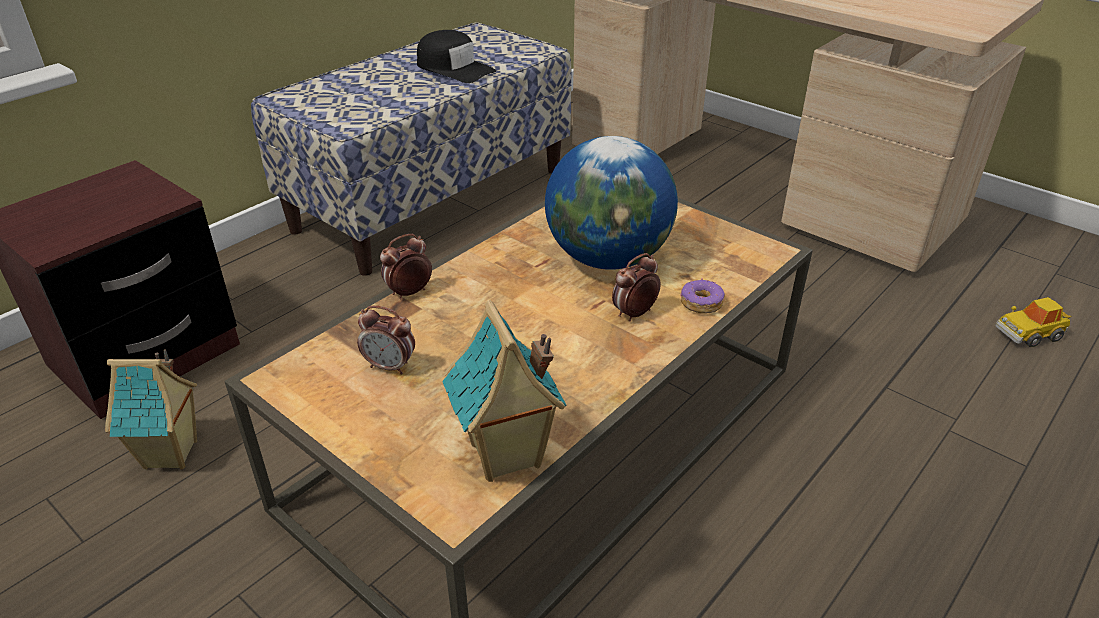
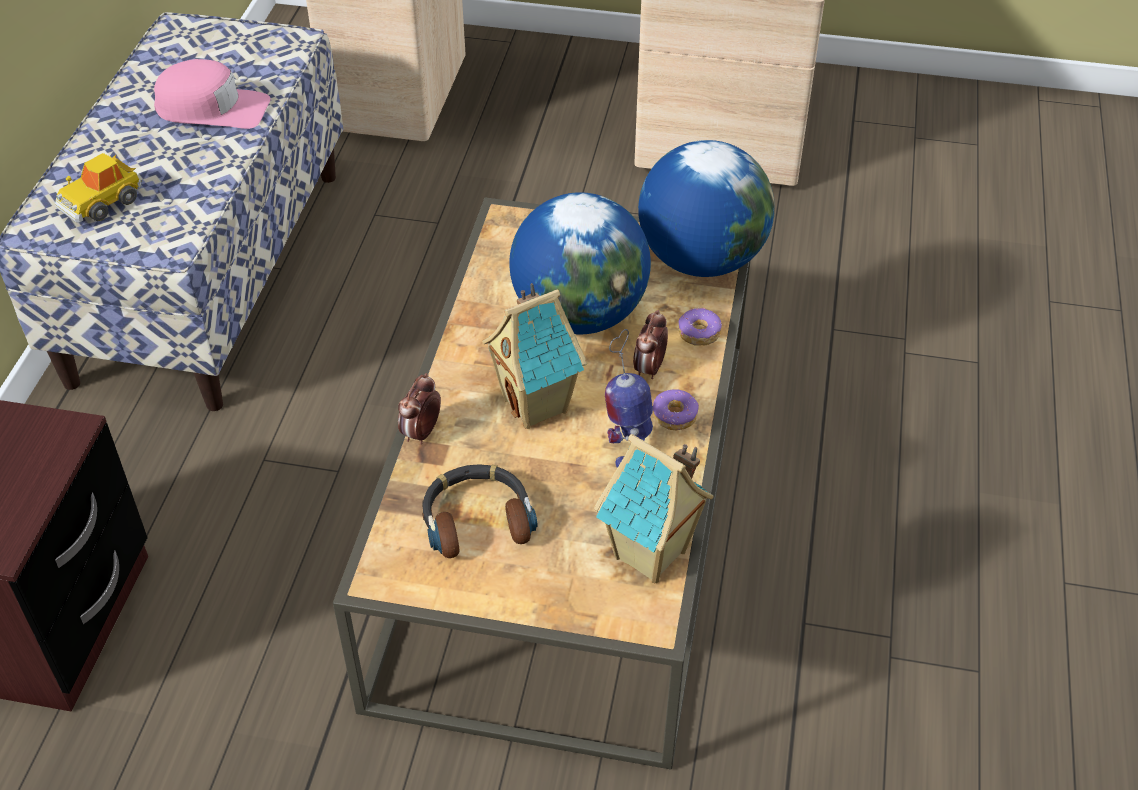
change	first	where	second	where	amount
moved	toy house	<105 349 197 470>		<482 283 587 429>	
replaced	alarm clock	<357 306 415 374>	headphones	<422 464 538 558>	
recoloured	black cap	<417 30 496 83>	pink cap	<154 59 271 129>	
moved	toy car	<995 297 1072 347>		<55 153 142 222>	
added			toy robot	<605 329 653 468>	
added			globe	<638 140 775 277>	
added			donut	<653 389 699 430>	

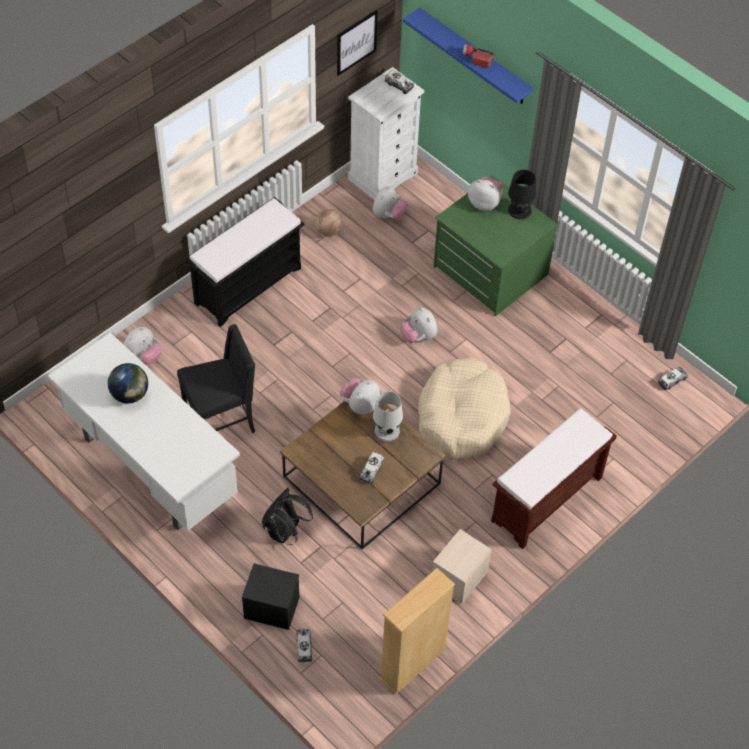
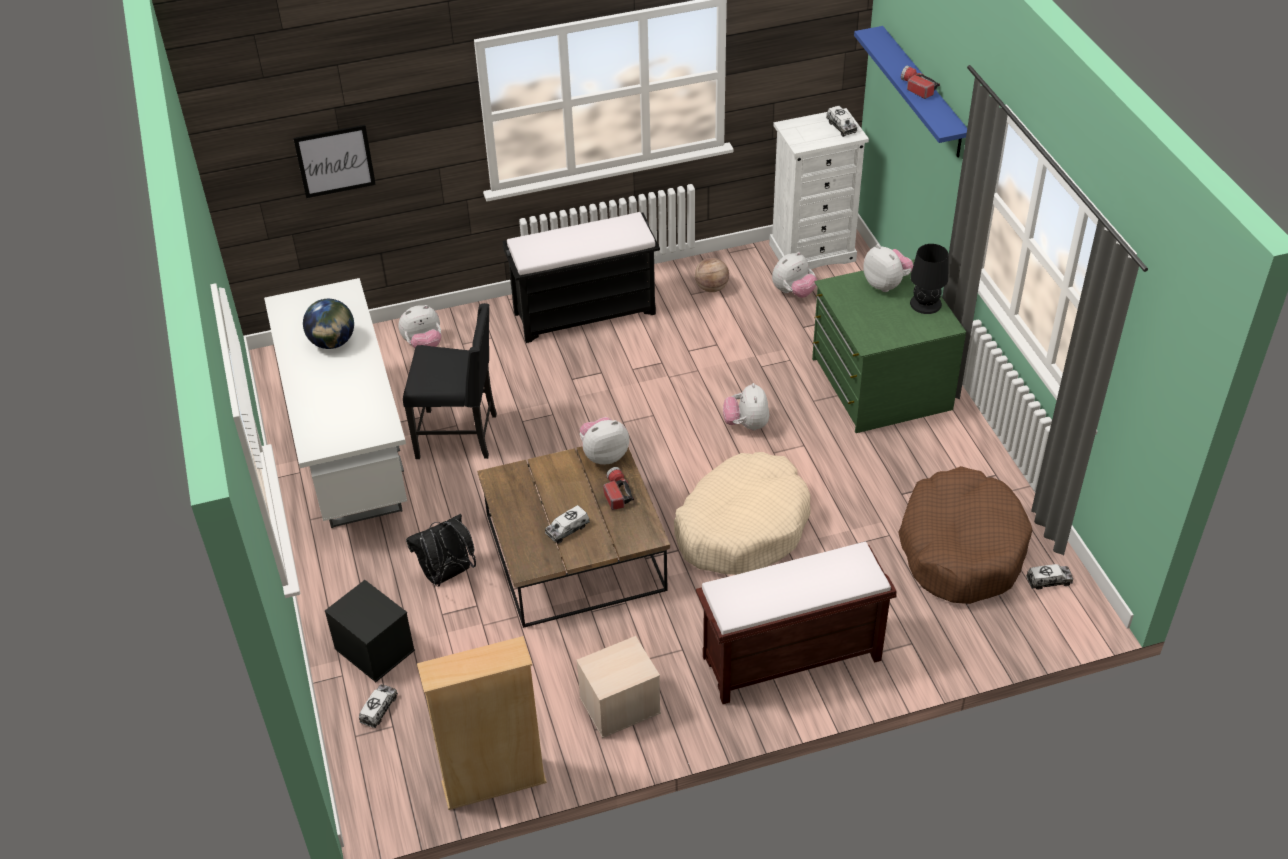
change	first	where	second	where	amount
moved	picture	<337 10 378 76>		<293 125 376 198>	
replaced	white table lamp	<373 392 403 441>	flashlight	<603 467 634 510>	
added			brown dog bed	<898 466 1032 604>	

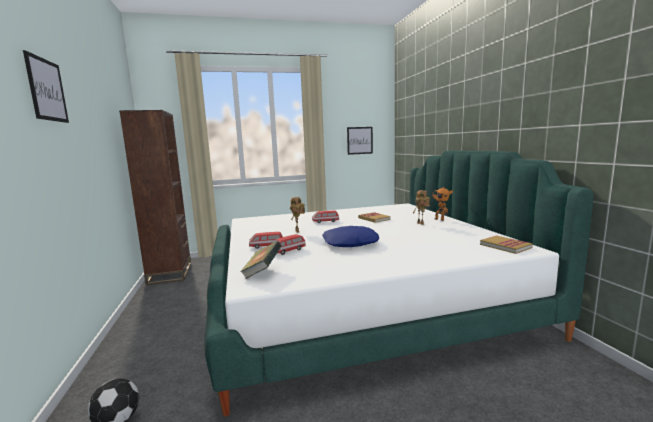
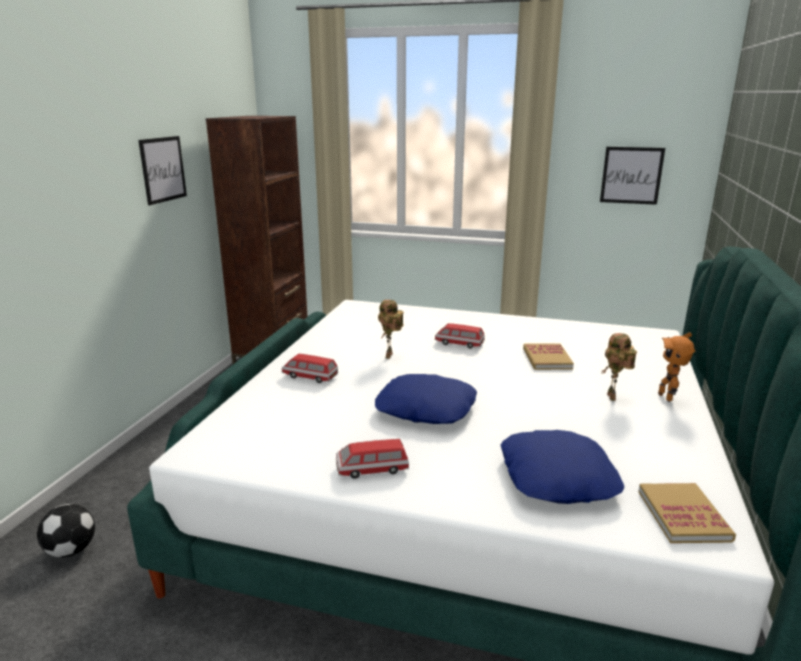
change	first	where	second	where	amount
moved	picture	<23 50 69 123>		<138 136 187 205>	
removed	book	<240 241 282 279>			
moved	toy car	<270 234 306 255>		<336 439 409 479>	
added			blue pillow	<501 430 624 504>	

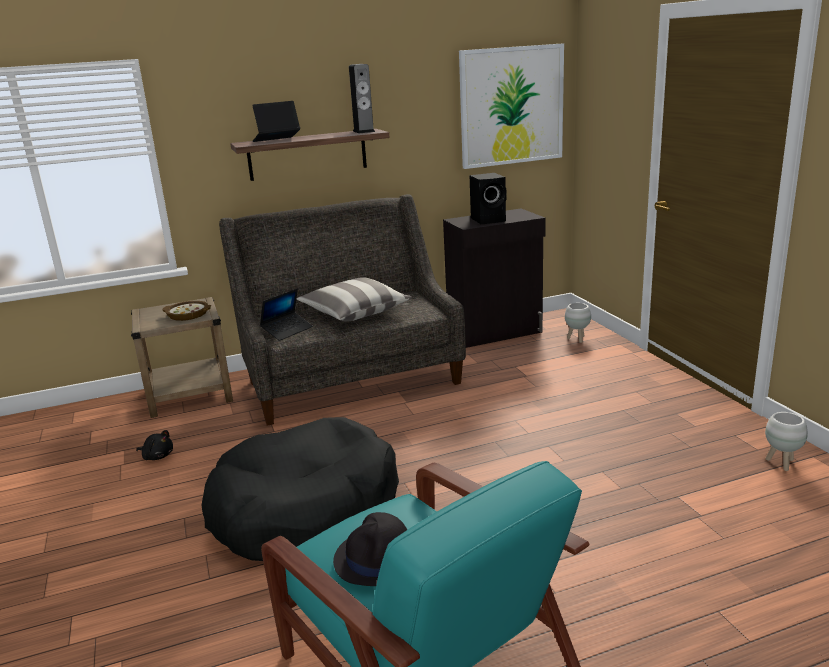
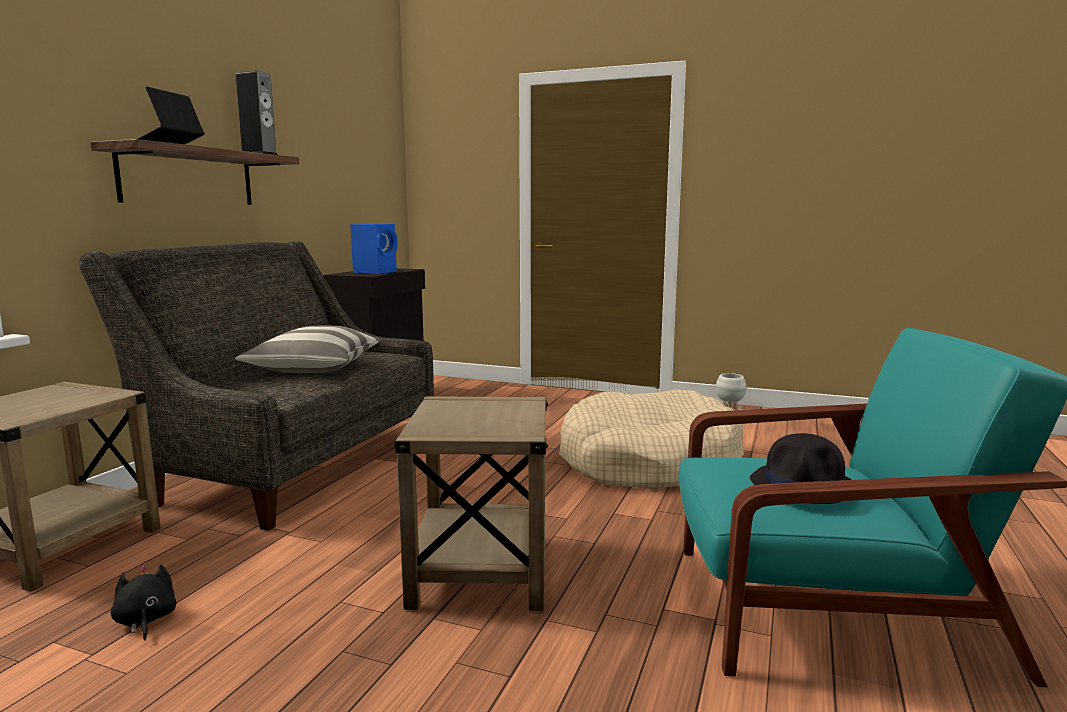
change	first	where	second	where	amount
turned	black plush toy	<136 430 173 460>		<111 564 177 641>	90 degrees counterclockwise
removed	bowl	<162 301 211 321>			
replaced	black dog bed	<201 417 399 561>	beige side table	<394 396 548 611>	
removed	laptop	<260 289 313 341>			
removed	picture	<459 43 564 169>			
recoloured	black speaker	<470 173 507 224>	blue speaker	<350 224 398 274>	
removed	white planter	<565 303 591 343>			
added			beige dog bed	<559 389 743 490>	

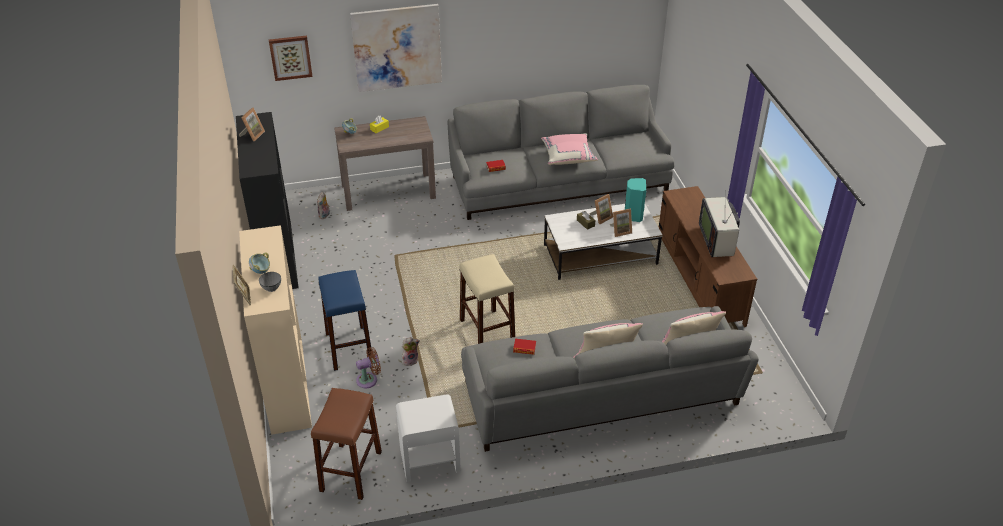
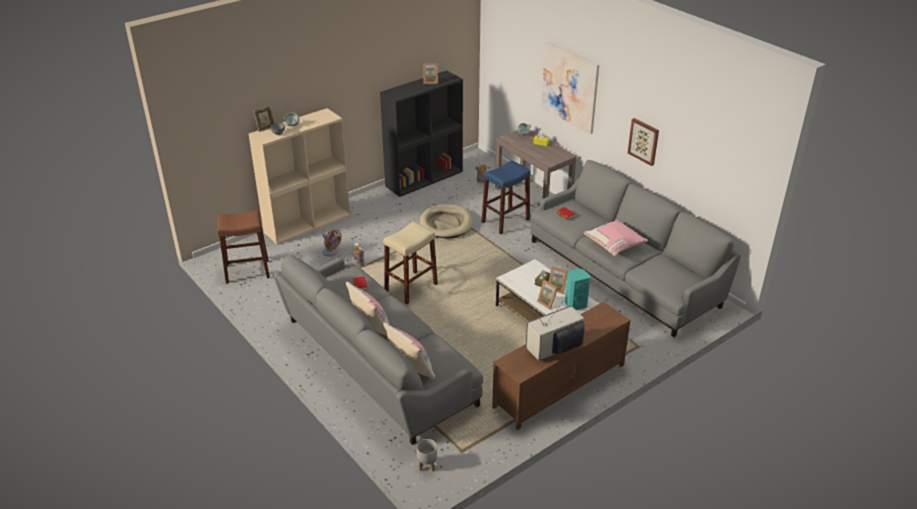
change	first	where	second	where	amount
moved	picture	<269 35 313 81>		<628 118 659 166>	
moved	blue stool	<318 270 371 371>		<481 160 531 234>	
removed	white nightstand	<396 394 461 482>			
added			grey planter	<417 439 437 472>	
added			beige dog bed	<419 205 473 239>	

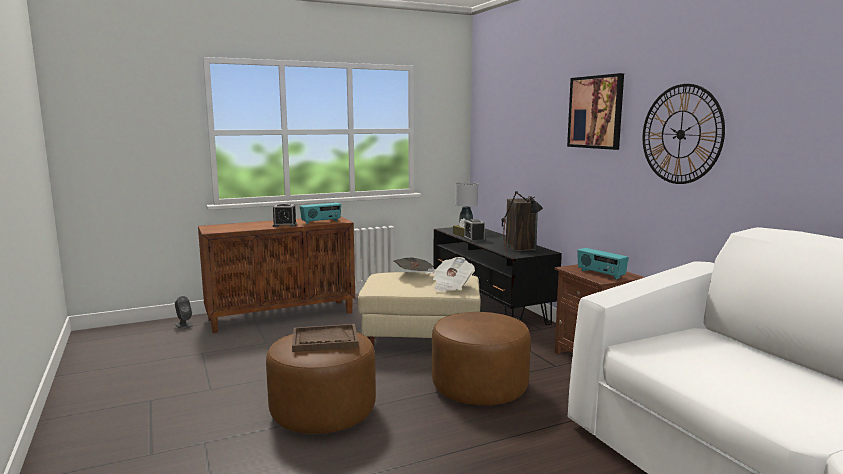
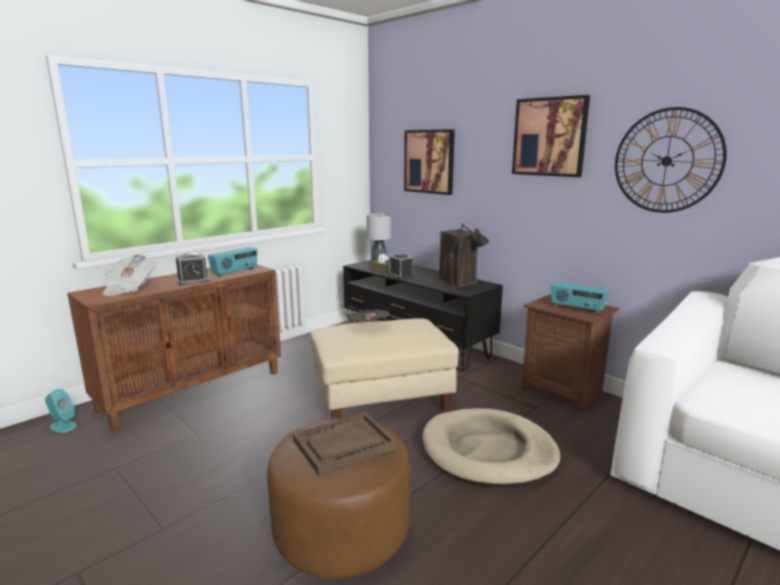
change	first	where	second	where	amount
recoloured	grey speaker	<175 296 193 329>	turquoise speaker	<45 389 77 433>	
moved	newspaper	<432 257 475 292>		<103 254 156 296>	
replaced	brown ottoman	<432 312 531 405>	beige dog bed	<422 408 561 487>	
added			picture	<404 129 455 195>	

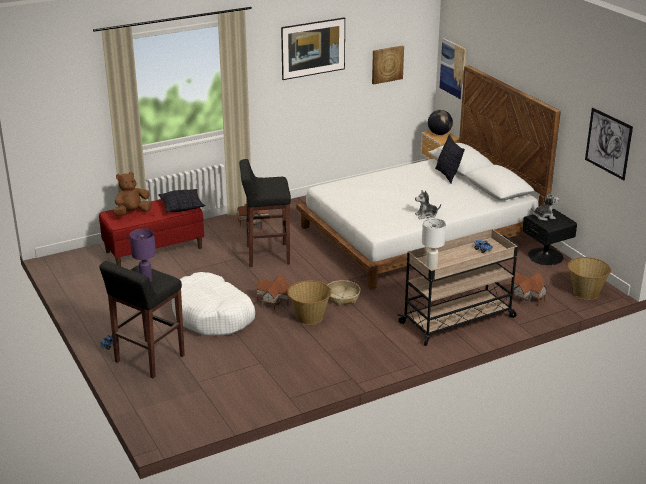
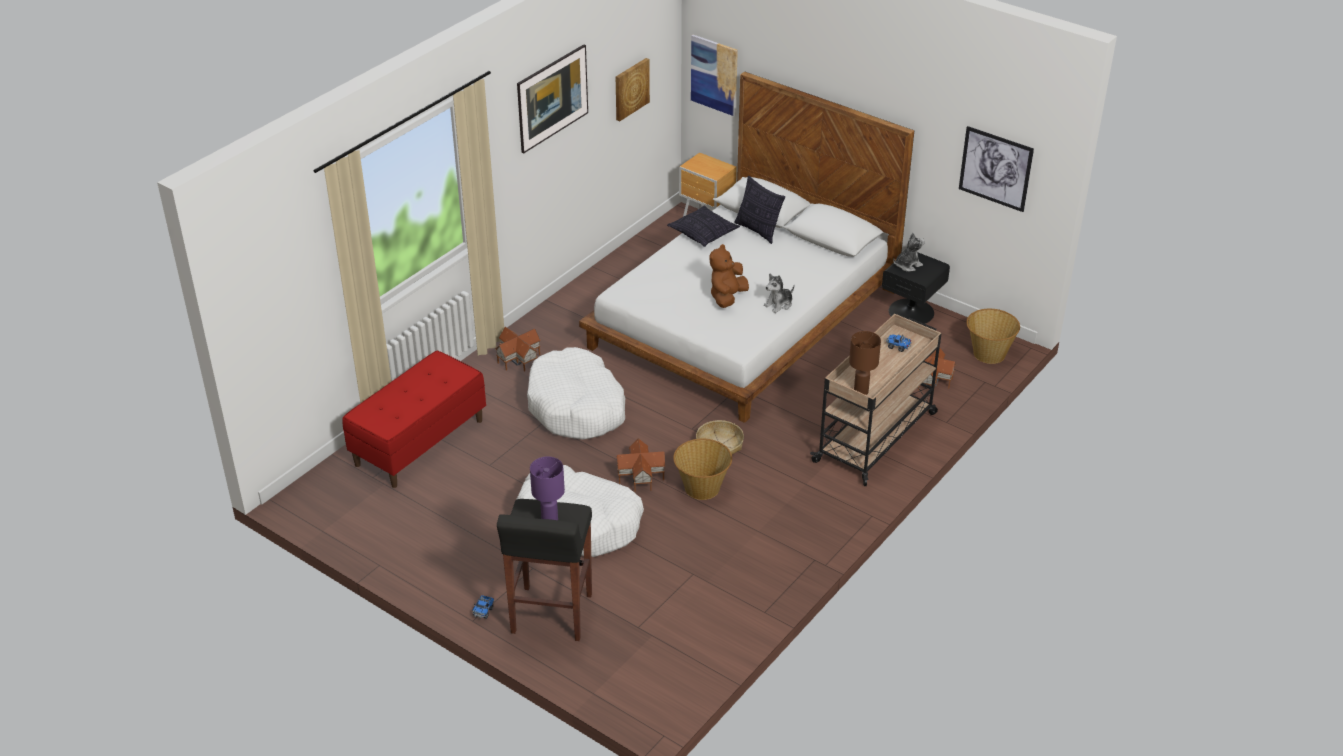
change	first	where	second	where	amount
moved	brown plush toy	<114 172 152 216>		<709 244 749 308>	
moved	pillow	<158 189 205 212>		<667 206 740 247>	
replaced	black stool	<239 159 291 267>	white dog bed	<527 347 625 440>	
recoloured	white table lamp	<422 218 446 270>	brown table lamp	<849 331 881 395>	
removed	globe	<428 110 453 135>			

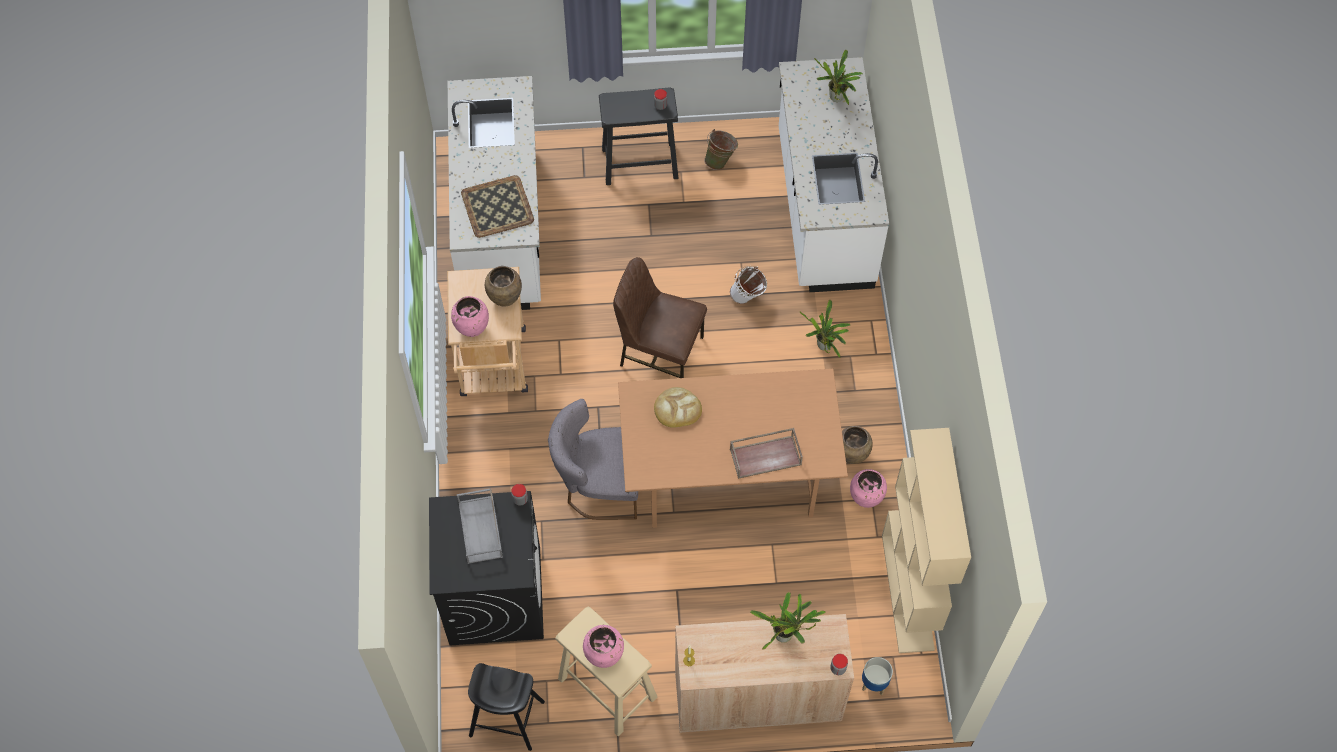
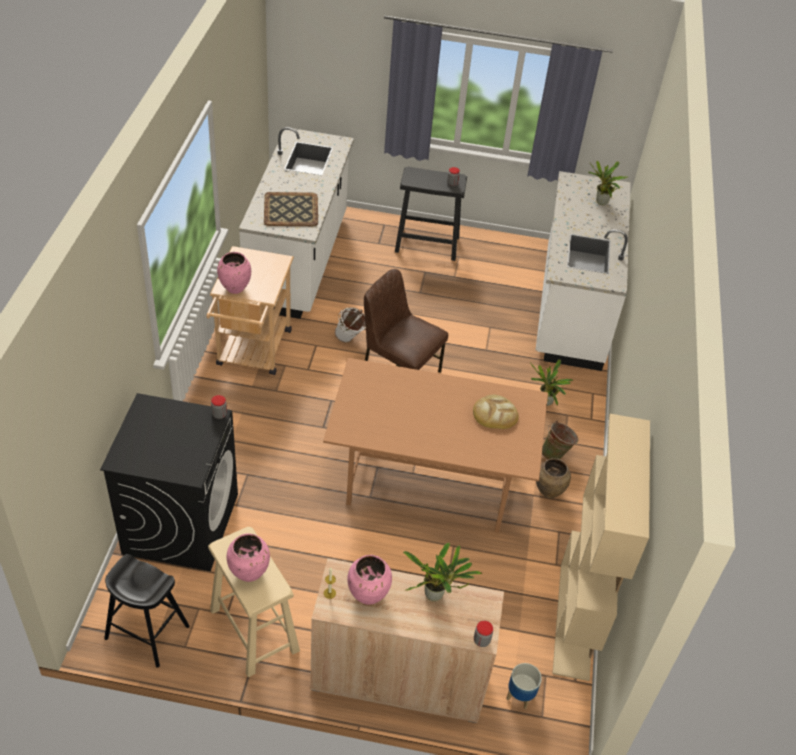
change	first	where	second	where	amount
removed	grey tray	<457 488 503 564>			
removed	brown vase	<485 266 522 307>			
removed	grey chair	<548 399 638 520>			
moved	bread	<654 387 702 427>		<473 394 519 429>	
moved	green bucket	<704 129 738 170>		<542 420 578 460>	
moved	white bucket	<730 266 767 304>		<335 308 366 342>	
removed	brown tray	<730 428 803 479>			
moved	pink vase	<850 469 887 508>		<347 555 392 605>	

